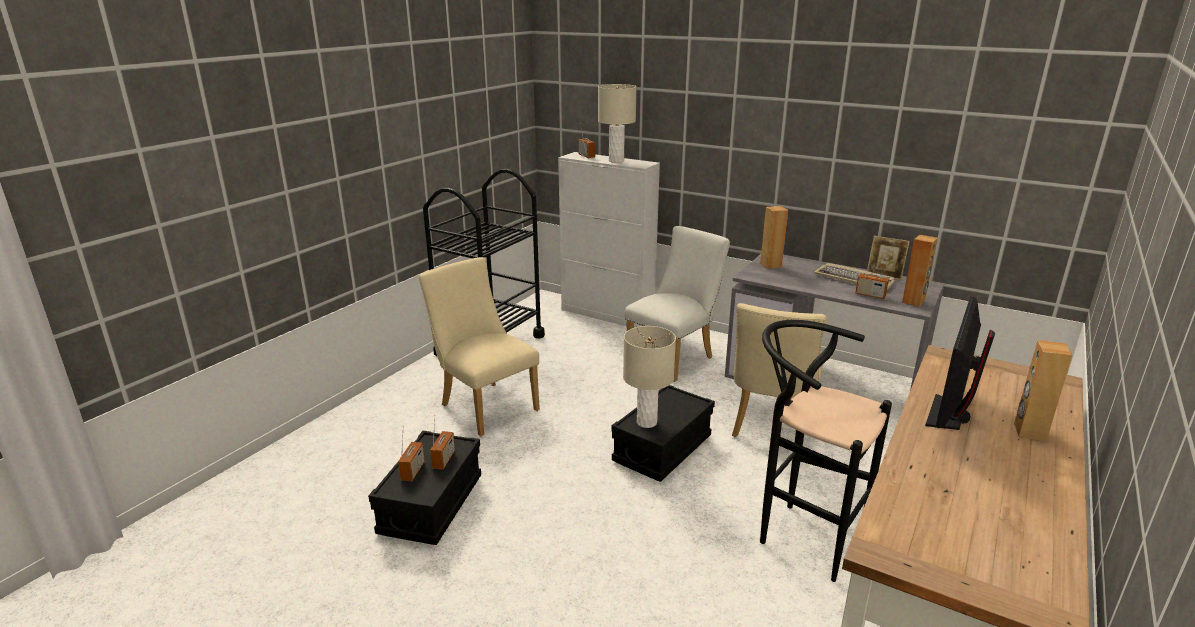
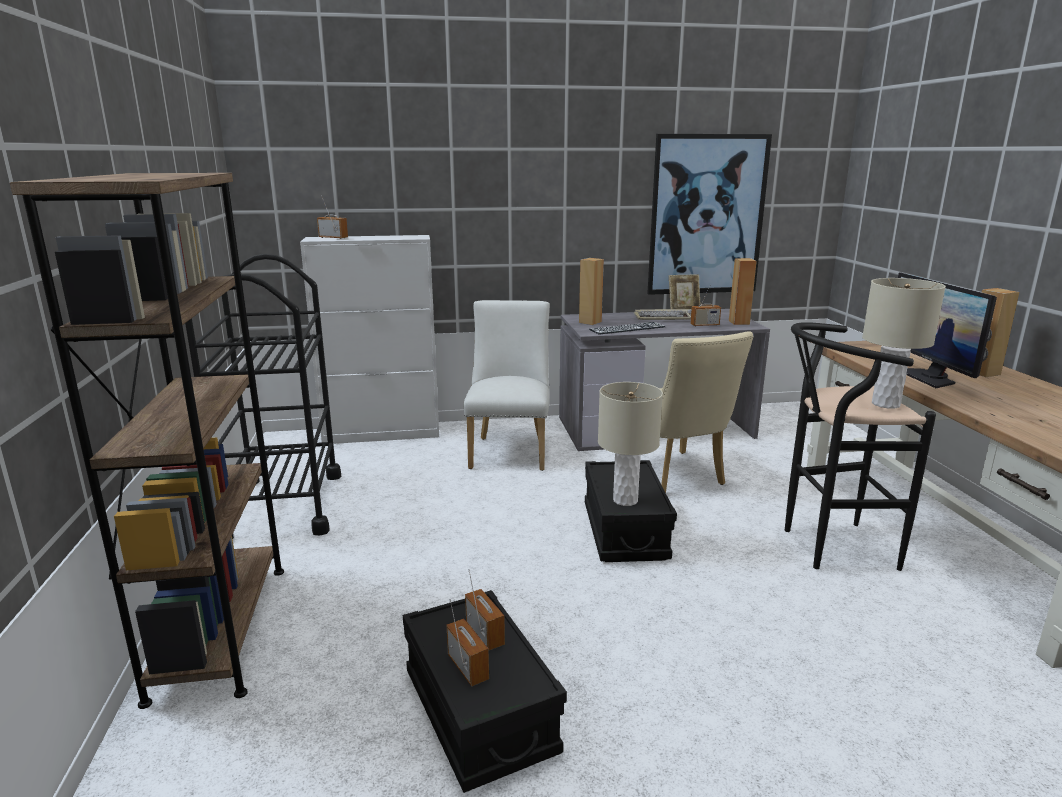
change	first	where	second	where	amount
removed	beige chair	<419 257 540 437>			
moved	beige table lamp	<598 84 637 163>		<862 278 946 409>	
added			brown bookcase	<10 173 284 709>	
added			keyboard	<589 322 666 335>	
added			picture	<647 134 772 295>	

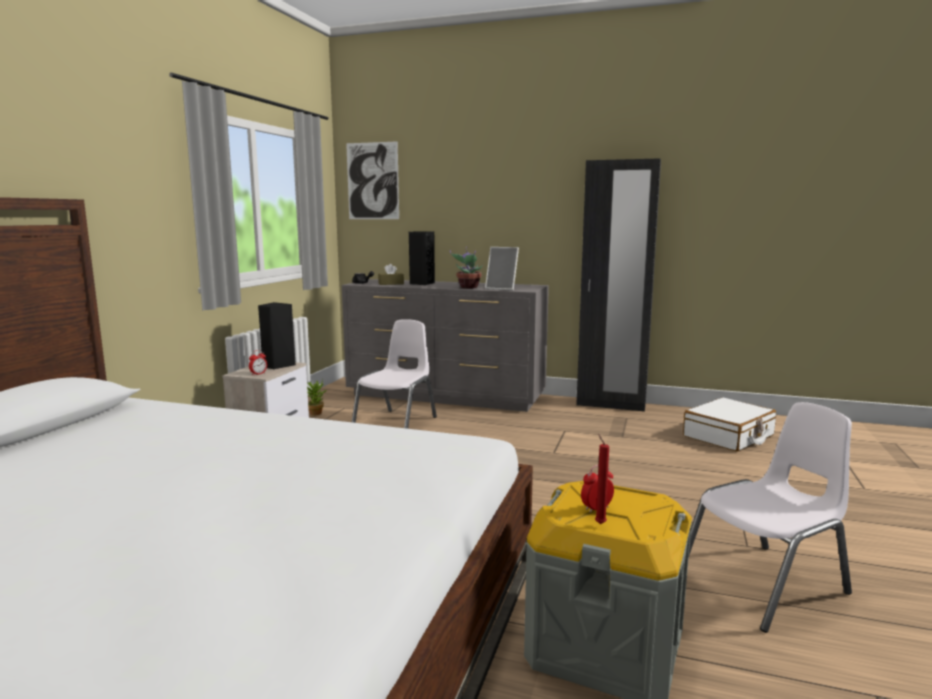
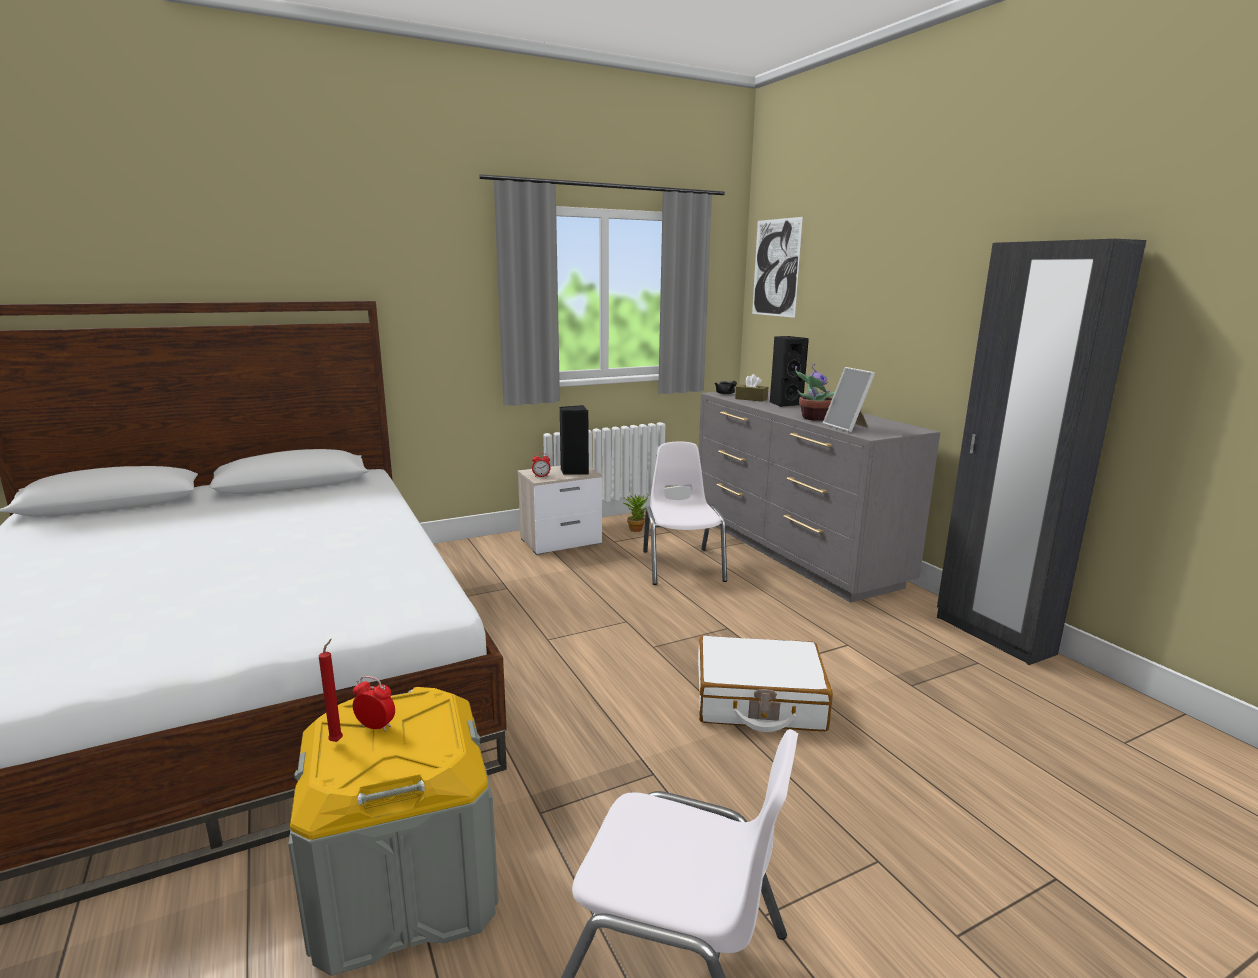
change	first	where	second	where	amount
turned	white chair	<352 319 437 429>		<643 442 727 585>	75 degrees counterclockwise
moved	white suitcase	<683 397 776 452>		<698 635 833 732>	

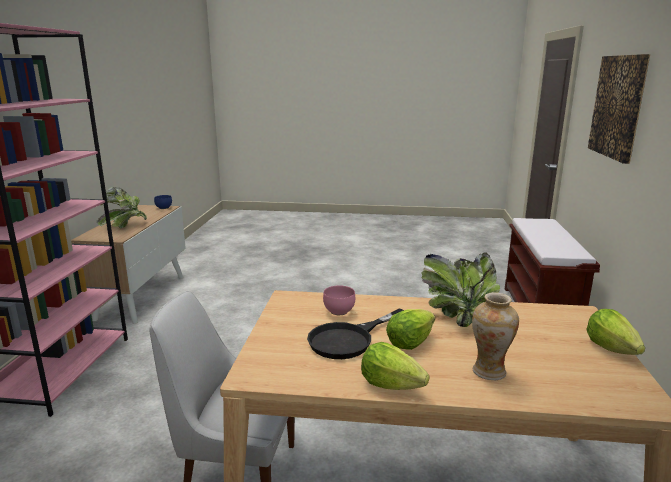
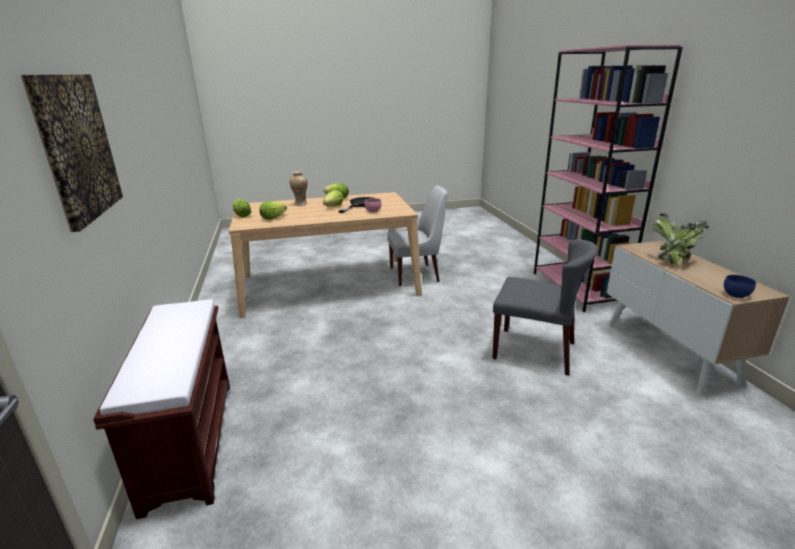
change	first	where	second	where	amount
removed	potted plant	<421 252 500 327>			
added			lettuce	<259 201 287 220>	
added			grey chair	<492 239 598 376>	

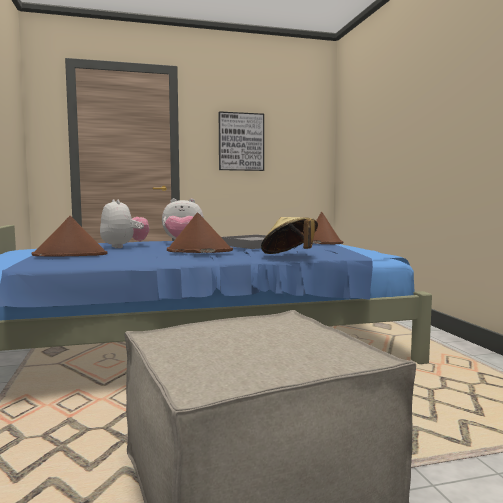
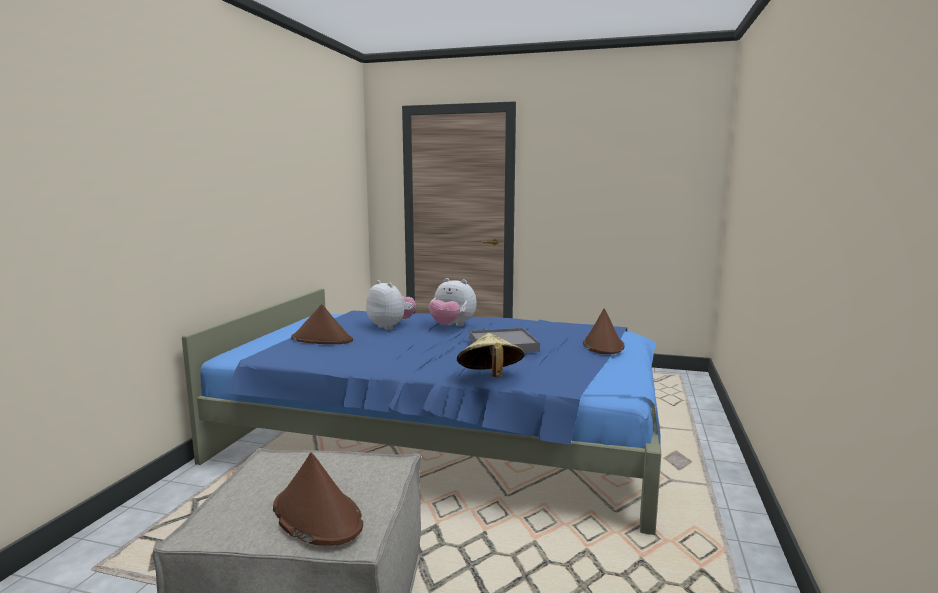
change	first	where	second	where	amount
turned	plush toy	<100 199 149 248>		<366 280 416 330>	45 degrees counterclockwise
moved	brown hat	<167 213 233 253>		<273 453 363 546>	
removed	picture	<219 111 264 171>			

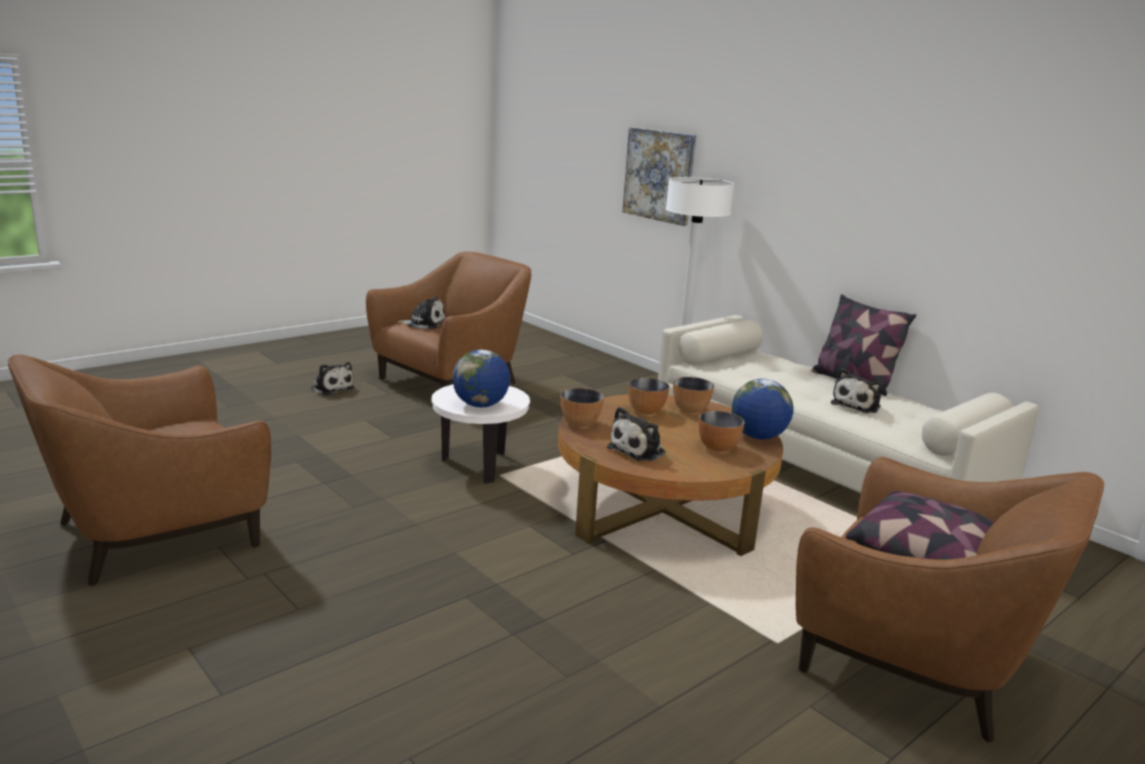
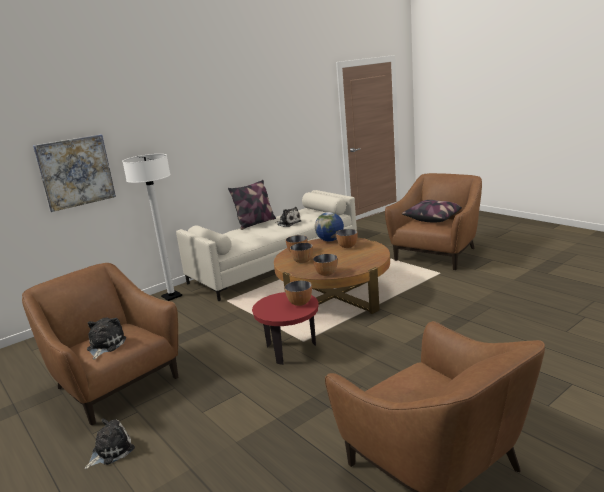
change	first	where	second	where	amount
recoloured	white side table	<432 384 530 484>	red side table	<252 292 319 365>	
replaced	globe	<453 350 510 407>	bowl	<285 281 312 306>	
removed	plush toy	<607 407 666 461>			

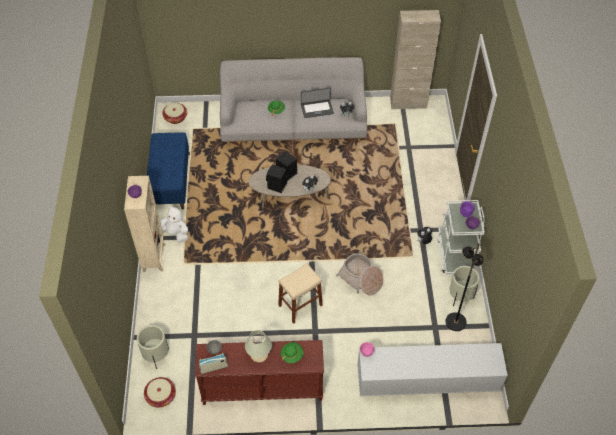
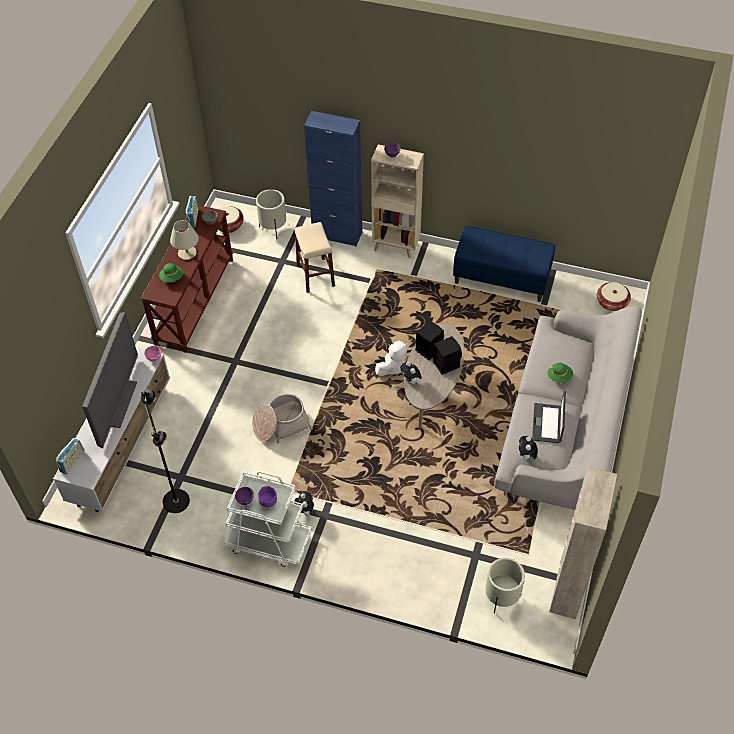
change	first	where	second	where	amount
moved	white plush toy	<160 206 188 242>		<375 341 408 376>	
moved	beige stool	<278 263 322 324>		<295 222 335 293>	
moved	beige planter	<449 266 479 306>		<485 558 525 613>	
added			radio	<56 438 84 474>	
added			television	<82 312 138 448>	
added			blue cabinet	<304 111 362 247>	

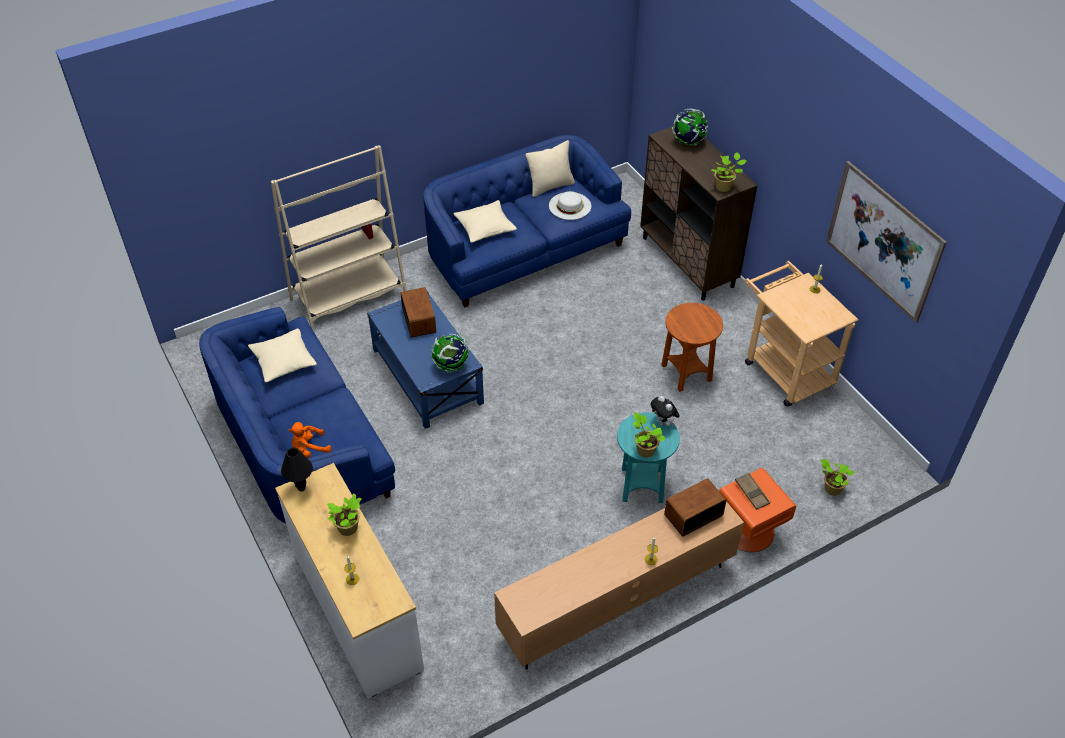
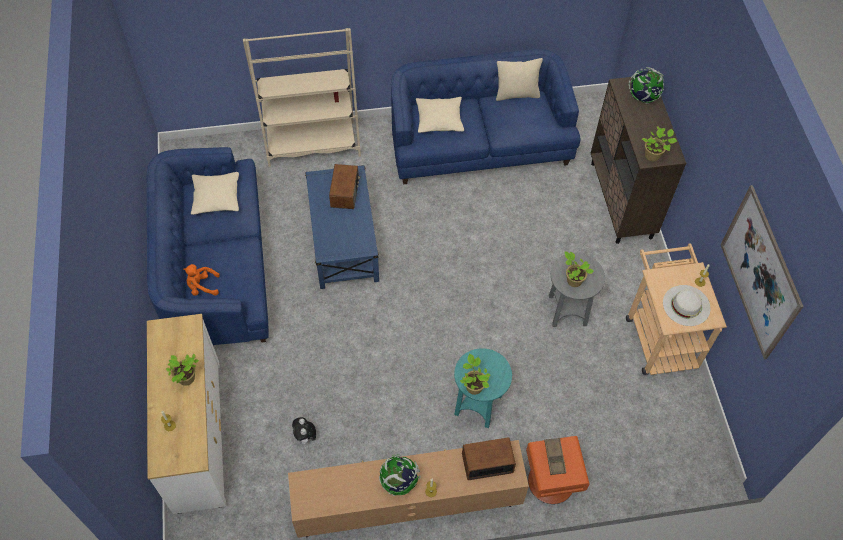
change	first	where	second	where	amount
removed	black table lamp	<281 447 313 491>			
moved	globe	<431 333 470 373>		<379 454 421 496>	
moved	white hat	<549 191 591 220>		<663 285 711 326>	
moved	plush toy	<651 396 680 426>		<292 417 316 447>	
recoloured	brown side table	<661 303 723 392>	grey side table	<549 253 605 327>	
moved	potted plant	<820 459 855 496>		<565 251 594 287>	

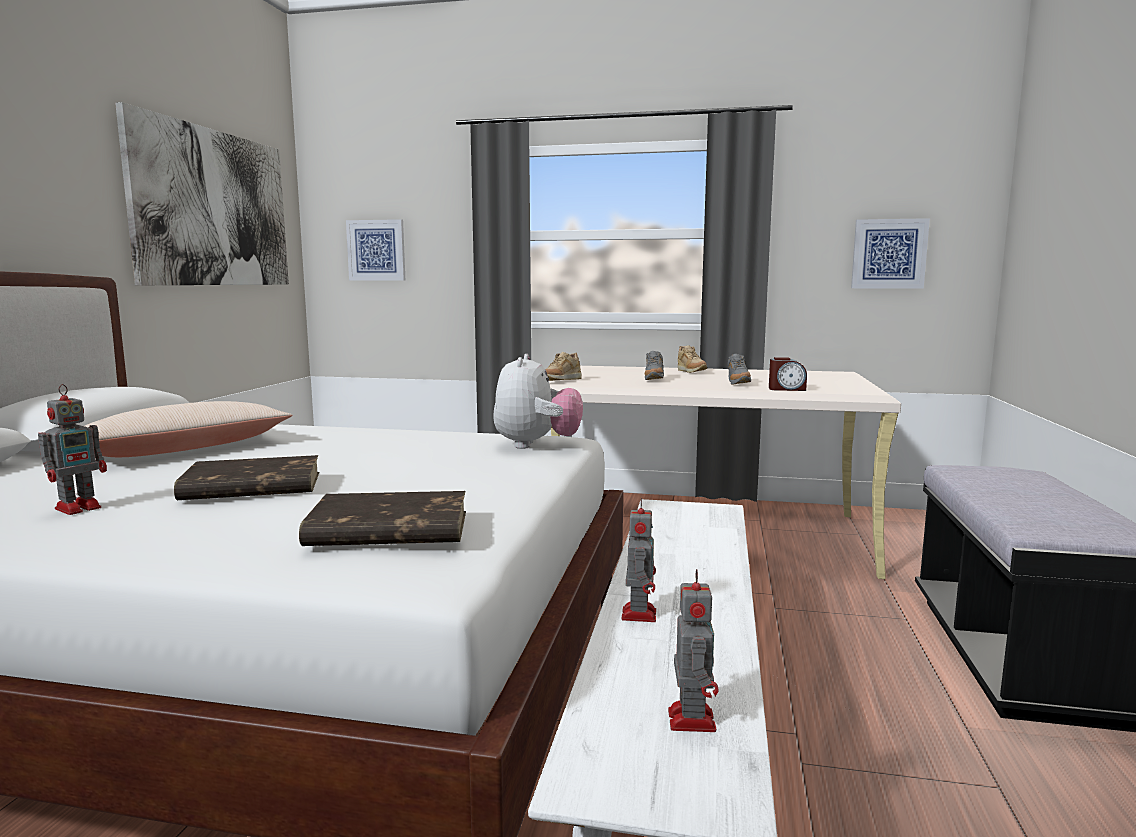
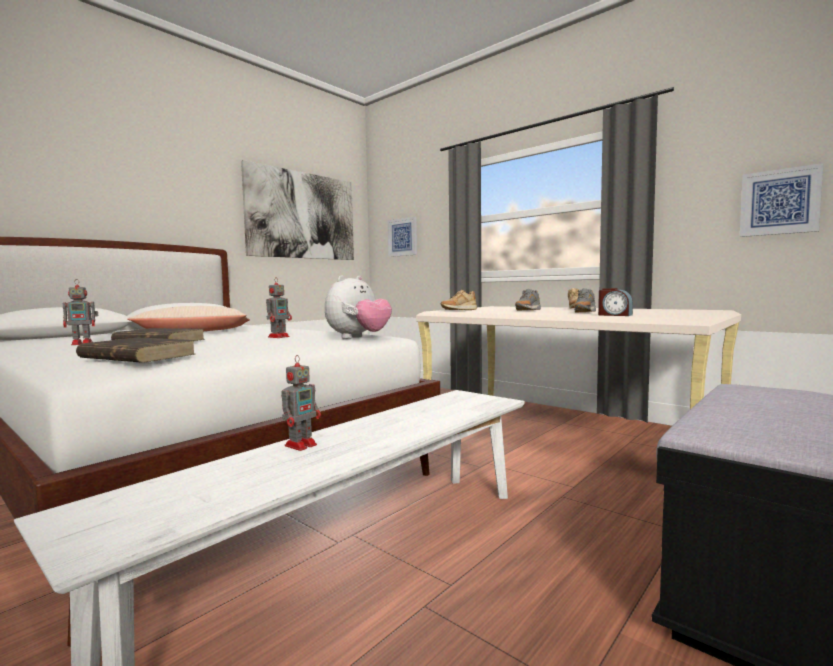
change	first	where	second	where	amount
moved	toy robot	<668 569 719 732>		<266 279 292 338>	

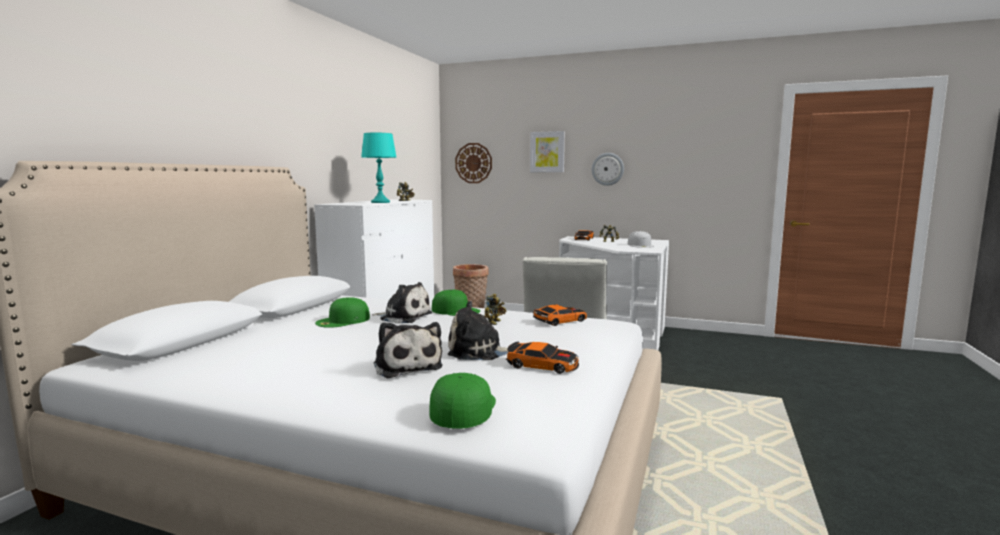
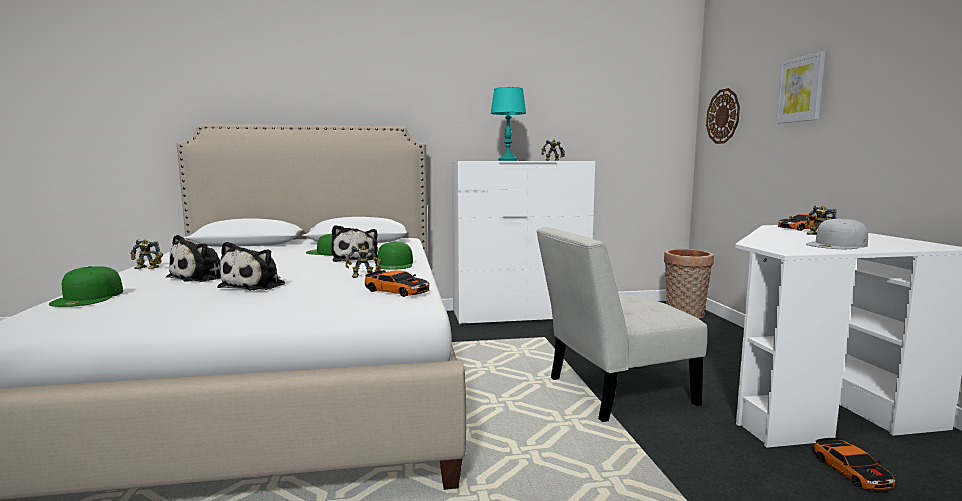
change	first	where	second	where	amount
turned	green cap	<429 373 496 429>		<49 266 123 307>	105 degrees clockwise
turned	plush toy	<448 301 508 360>		<217 242 285 290>	135 degrees counterclockwise
moved	toy car	<506 341 579 374>		<813 438 896 492>	
removed	wall clock	<592 153 624 186>			
added			toy robot	<130 239 163 269>	

